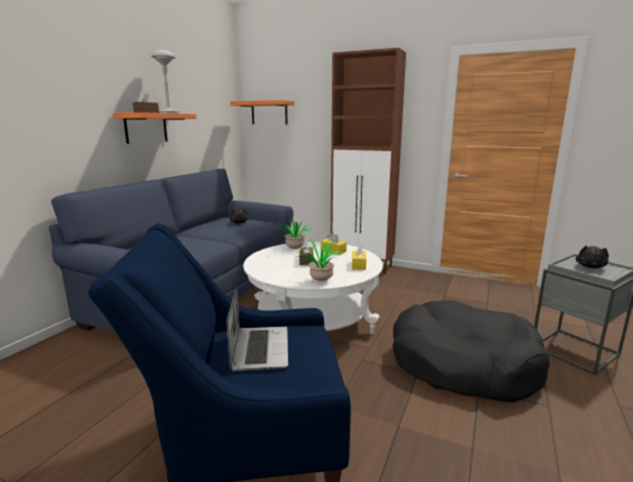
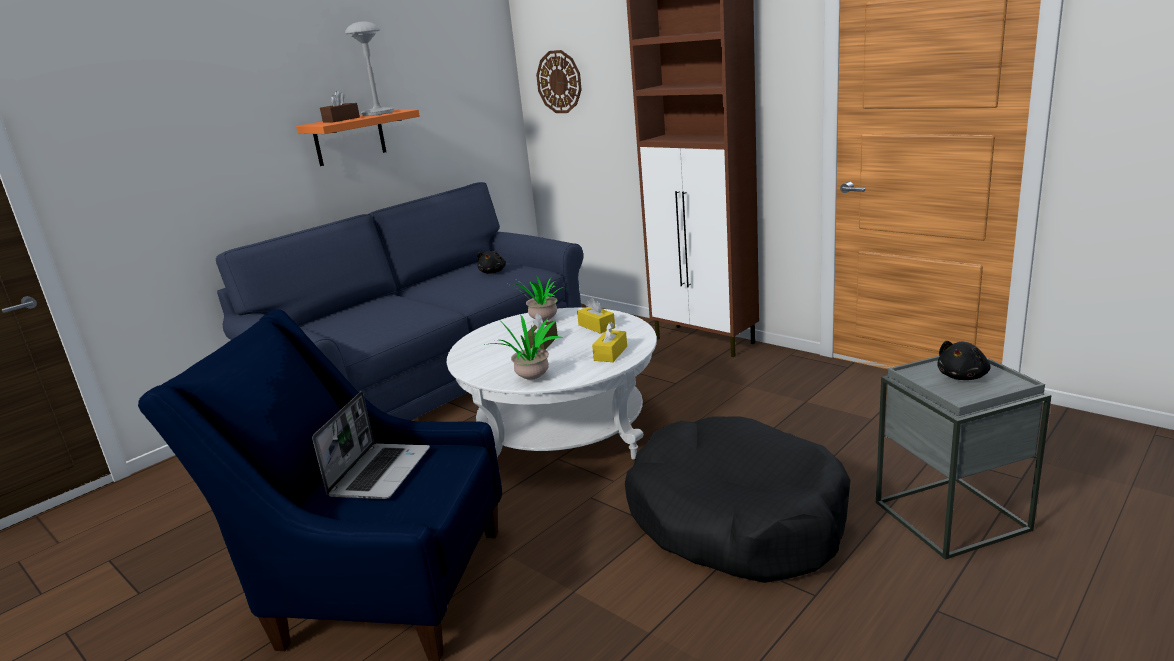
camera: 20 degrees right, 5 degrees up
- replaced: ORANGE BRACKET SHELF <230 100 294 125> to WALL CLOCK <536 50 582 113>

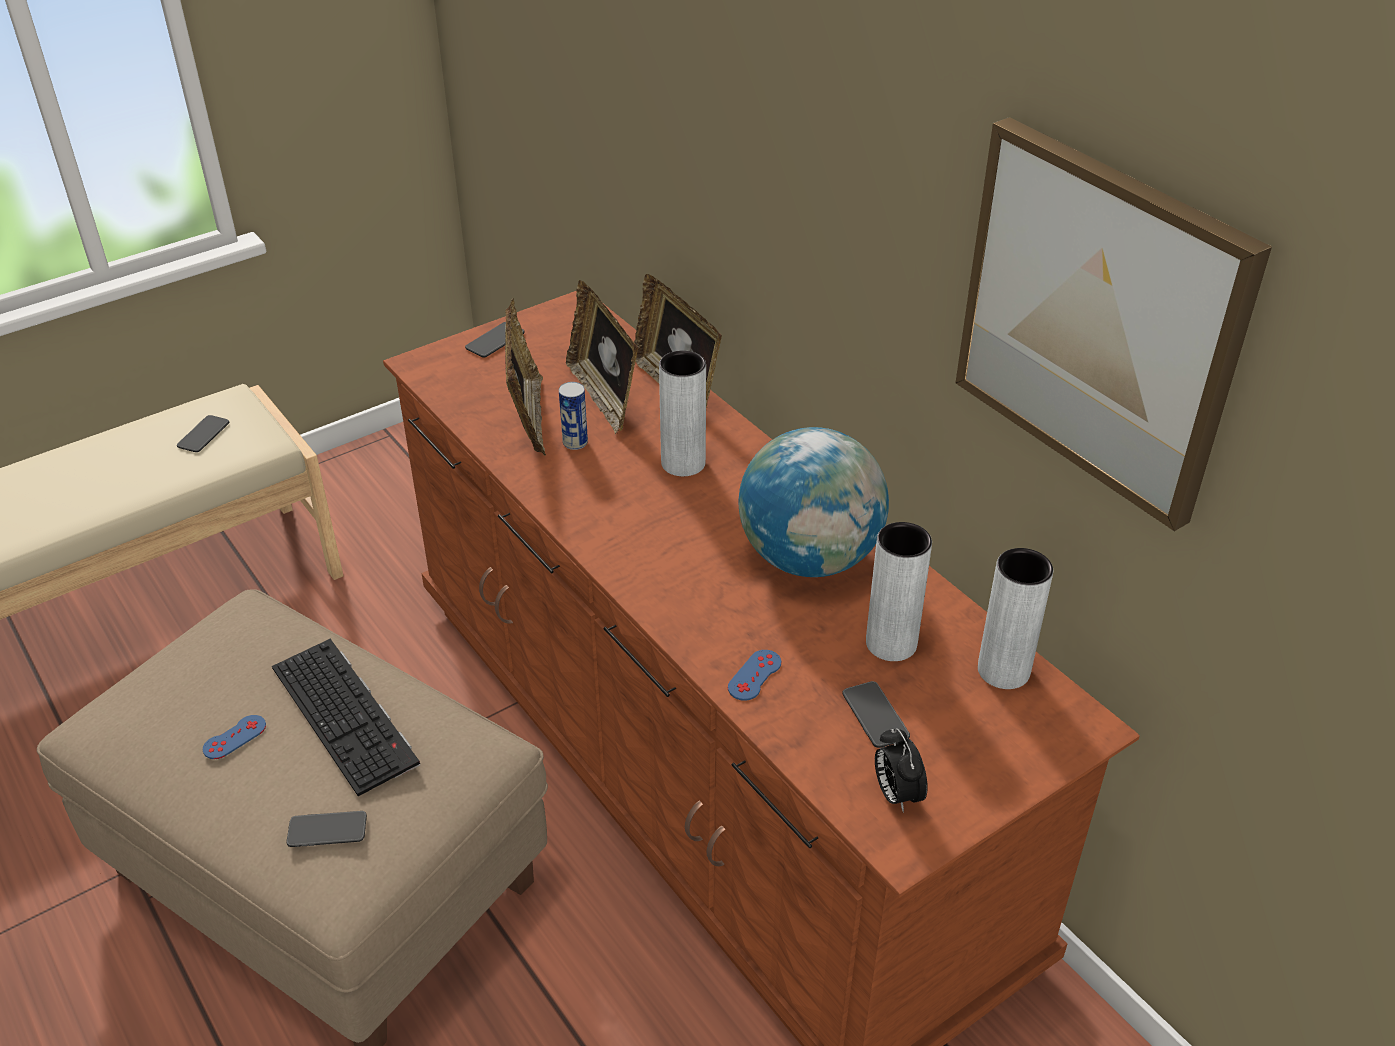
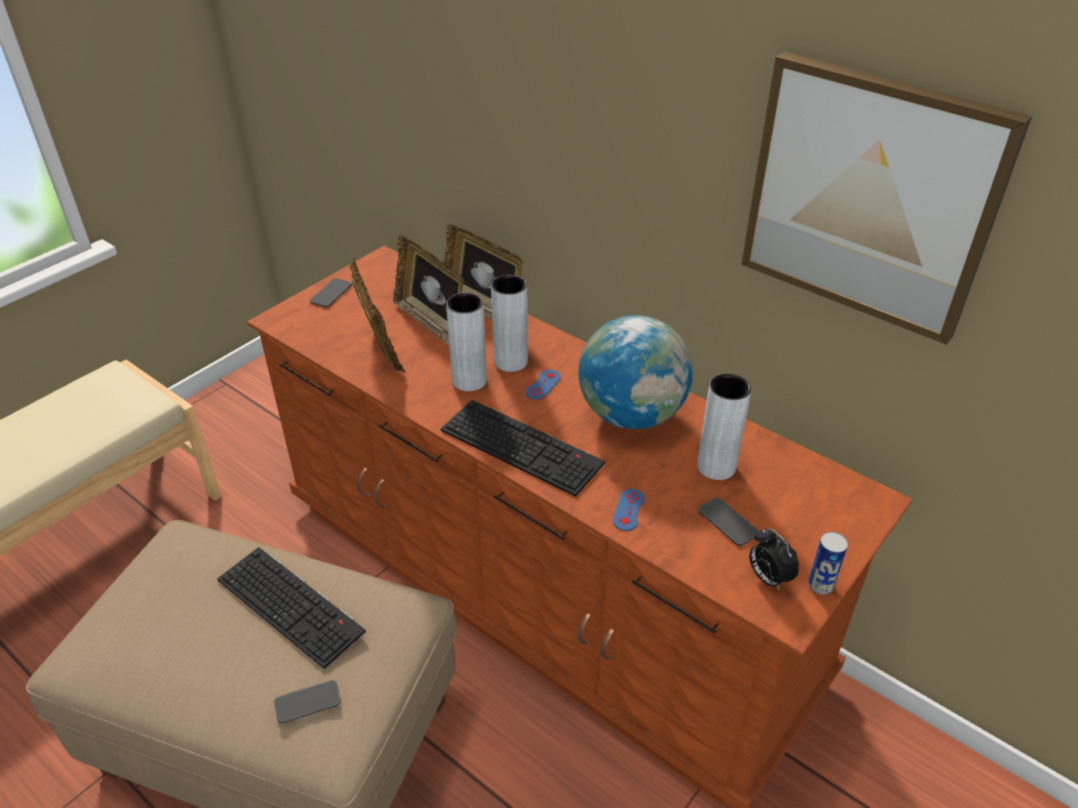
camera: 15 degrees left, 0 degrees up
- moved: METAL CAN <559 382 588 450> to <808 532 848 595>
- removed: HANDSET <177 415 229 452>
- moved: GREYISH VASE <978 548 1053 689> to <446 293 487 391>
- moved: BLUISH JOYPAD <203 715 266 759> to <526 369 561 400>
- added: KEYBOARD <441 400 605 497>

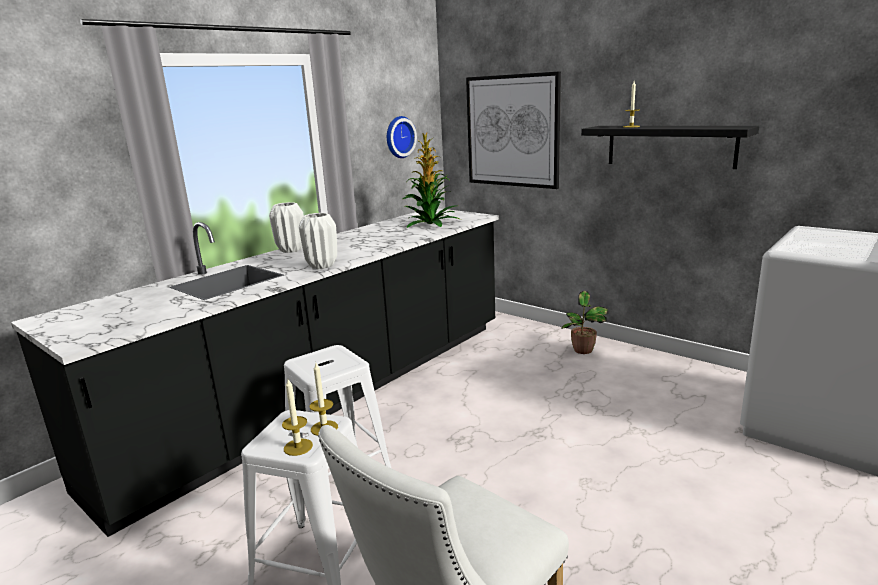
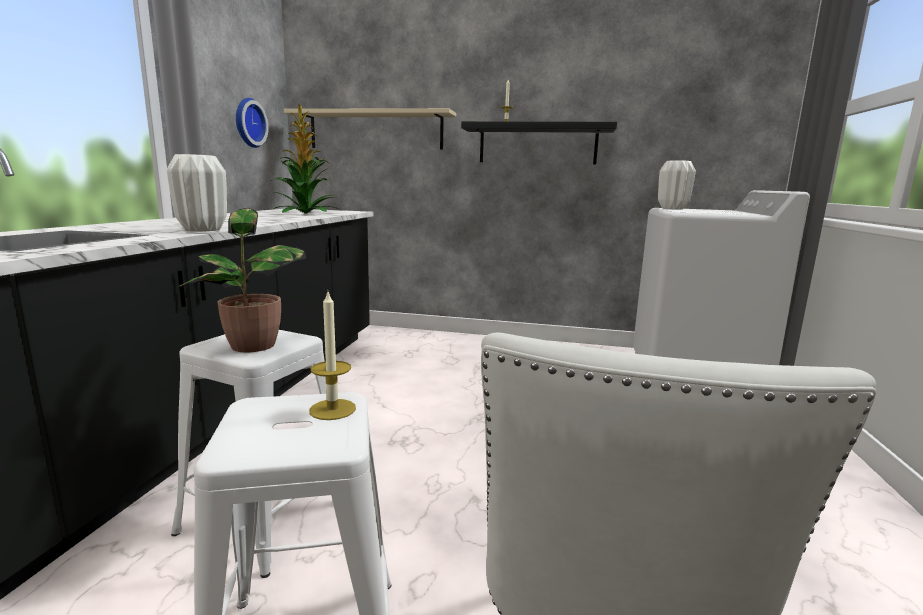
camera: 30 degrees left, 5 degrees down
- replaced: PICTURE <466 71 561 189> to BEIGE-COLOURED BRACKET SHELF <284 108 456 150>
- moved: WHITE VASE <269 202 304 253> to <658 160 696 210>
- moved: HOUSEPLANT <561 291 609 354> to <178 208 306 353>
- removed: WAX LIGHT <282 379 313 456>

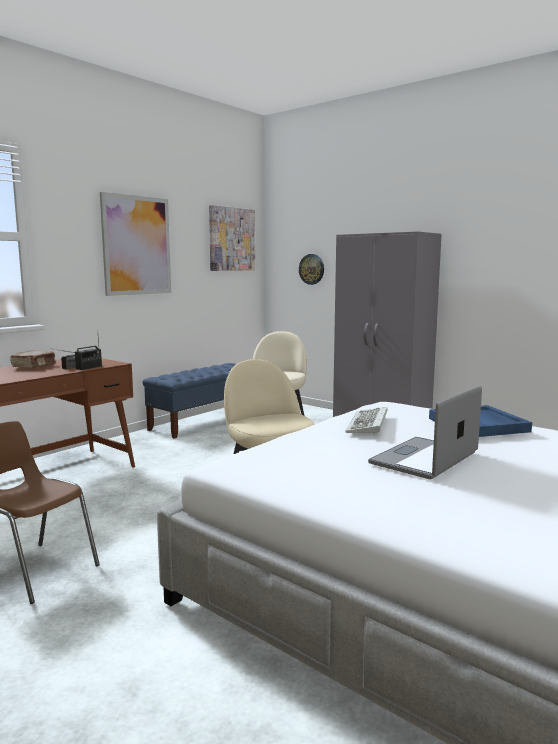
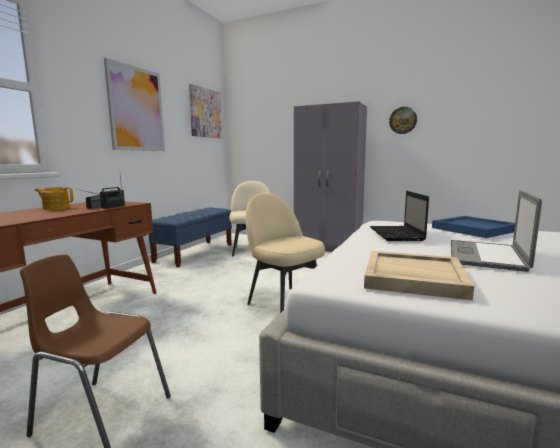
camera: 15 degrees left, 0 degrees up
- moved: WALL CLOCK <299 254 324 285> to <389 107 417 134>
- replaced: BROWNISH BOUND BOOK <10 350 56 369> to TEA POT <35 187 73 210>
- replaced: KEYBOARD <345 407 388 435> to NOTEBOOK COMPUTER <370 191 429 241>
- added: BEIGE-COLOURED CARRYING TRAY <364 251 474 300>

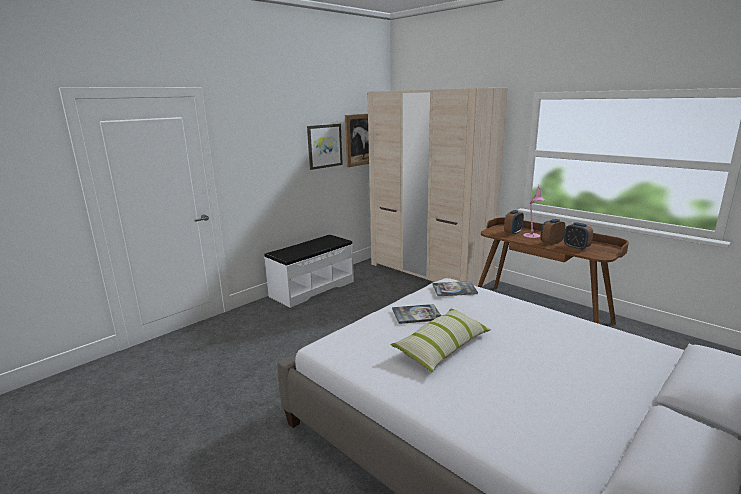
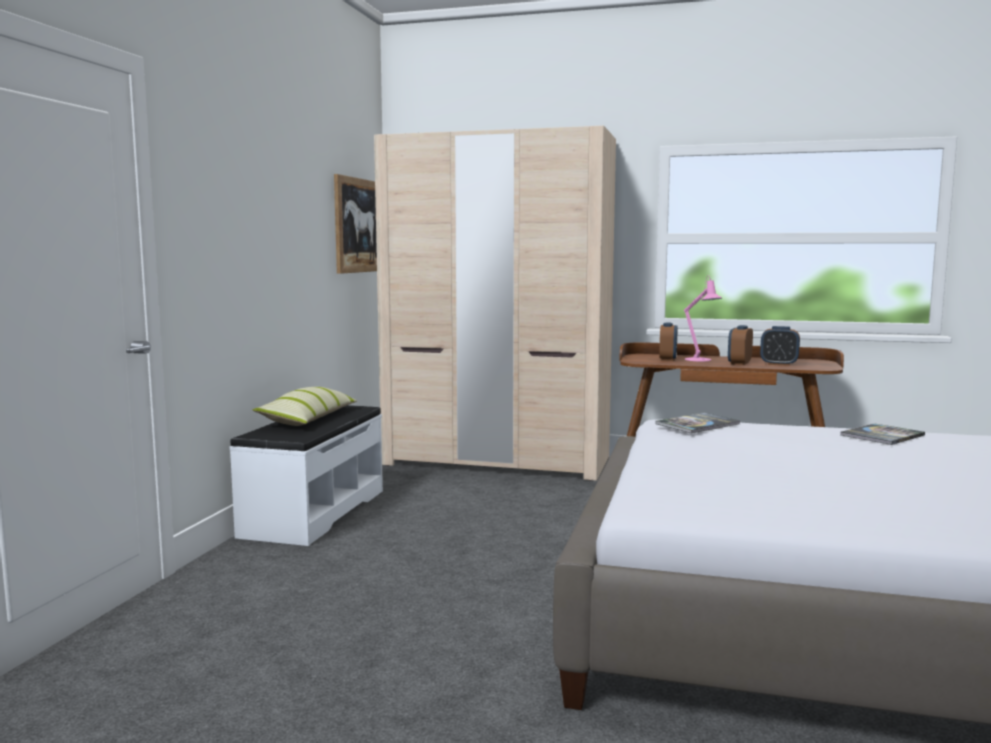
camera: 30 degrees left, 10 degrees down
- removed: PICTURE <307 124 343 170>
- moved: BOUND BOOK <392 304 441 324> to <841 423 925 445>
- moved: CUSHION <391 308 491 372> to <253 387 357 426>

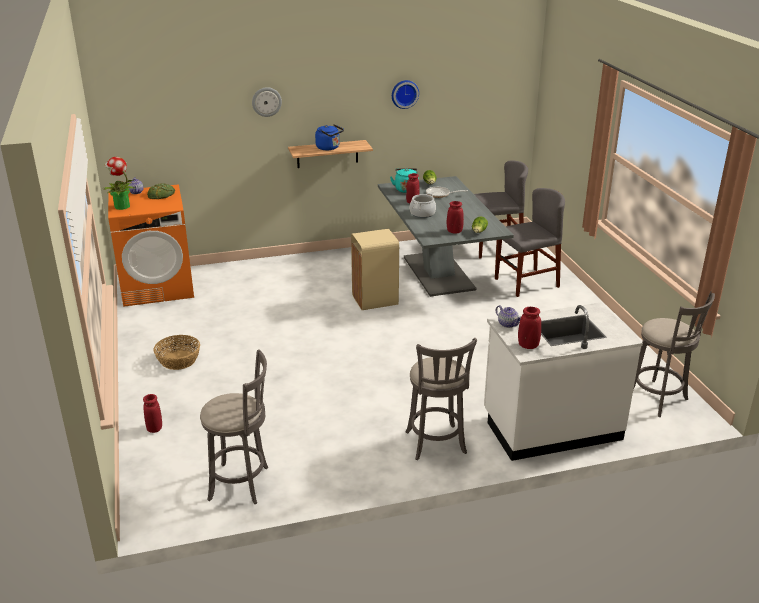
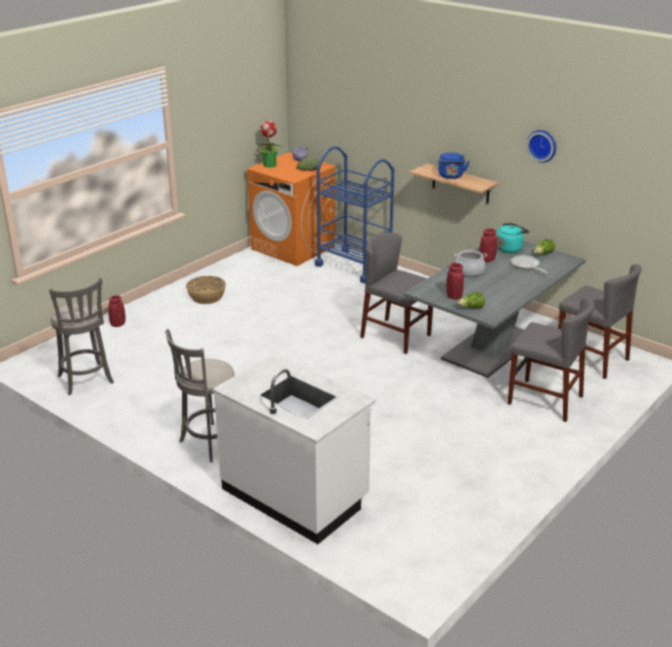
camera: 55 degrees right, 0 degrees up
- removed: WALL CLOCK <252 87 282 117>
- replaced: BEIGE-COLOURED RUBBISH BIN <351 229 399 310> to GREYISH UPRIGHT CHAIR <360 232 433 354>
- removed: GREYISH SITTING STOOL <633 290 715 417>
- removed: TEA POT <496 305 521 328>
- removed: REDDISH VASE <518 307 541 349>
- added: BLUISH WHEELED CART <315 146 394 283>

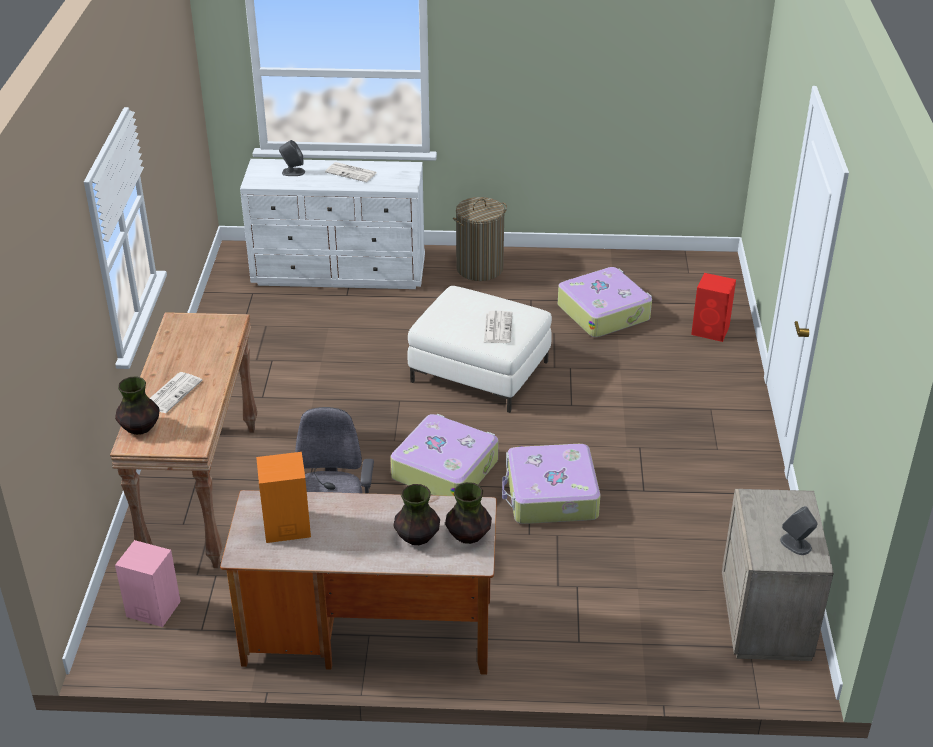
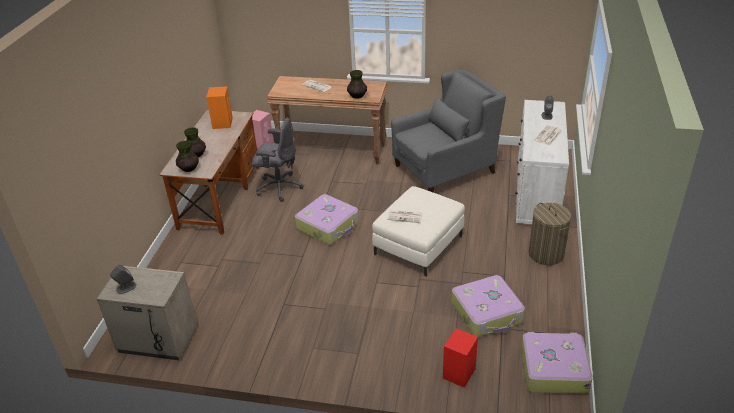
camera: 100 degrees right, 0 degrees up
- moved: VASE <115 376 160 435> to <347 70 367 99>
- moved: SUITCASE <502 444 601 524> to <521 332 593 394>
- added: GREYISH LOUNGE CHAIR <391 69 506 193>

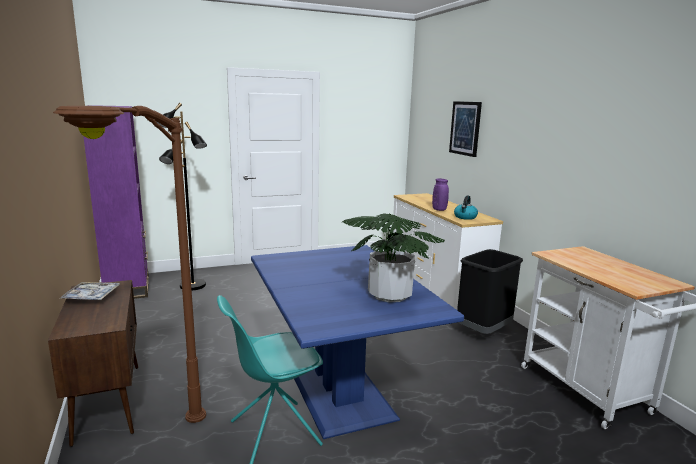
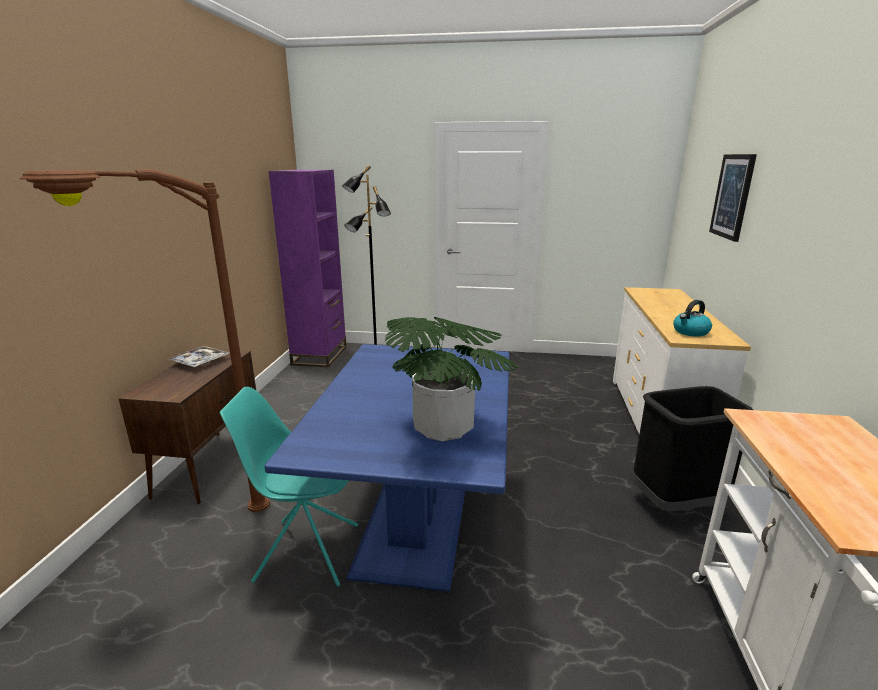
camera: 30 degrees right, 5 degrees up
- removed: PURPLE VASE <432 178 449 211>

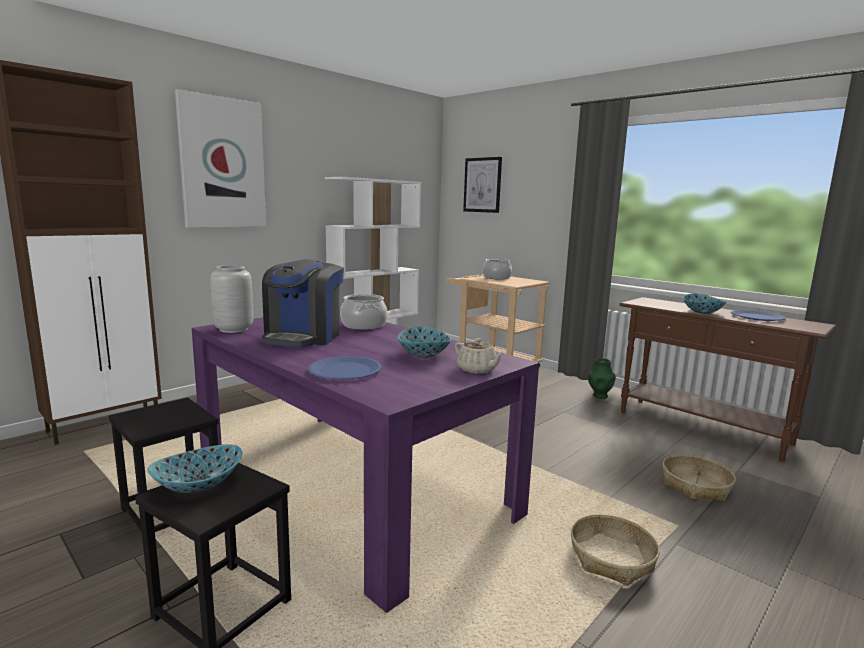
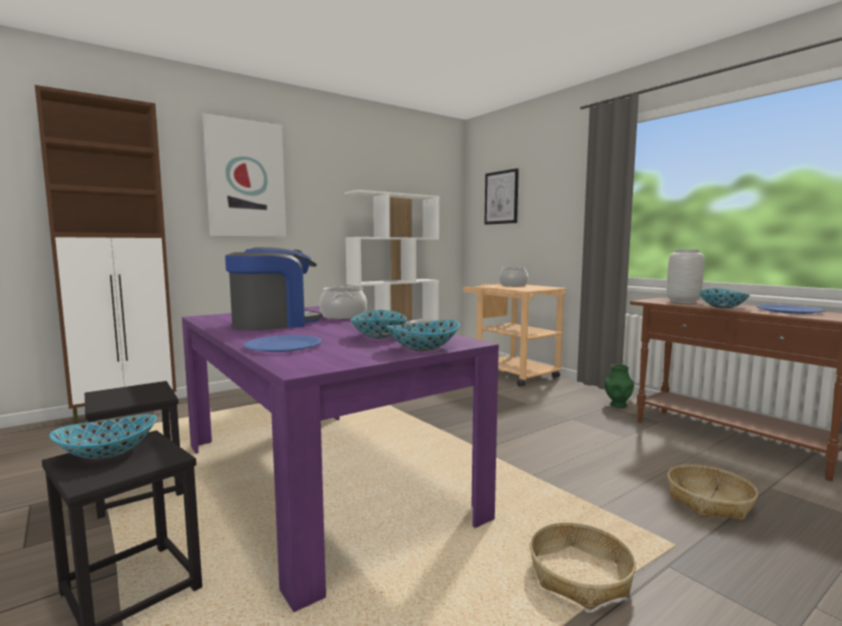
camera: 10 degrees right, 5 degrees down
- turned: COFFEE MACHINE <262 259 344 348> = <225 247 323 330> 150 degrees counterclockwise
- moved: GREYISH VASE <210 265 253 333> to <666 249 704 303>
- replaced: BEIGE-COLOURED TEA POT <455 338 505 374> to SERVING BOWL <386 320 460 351>

